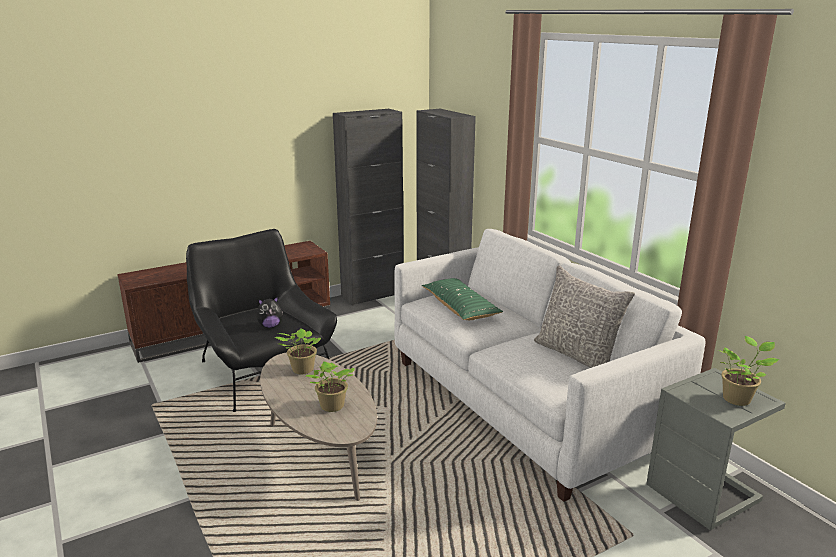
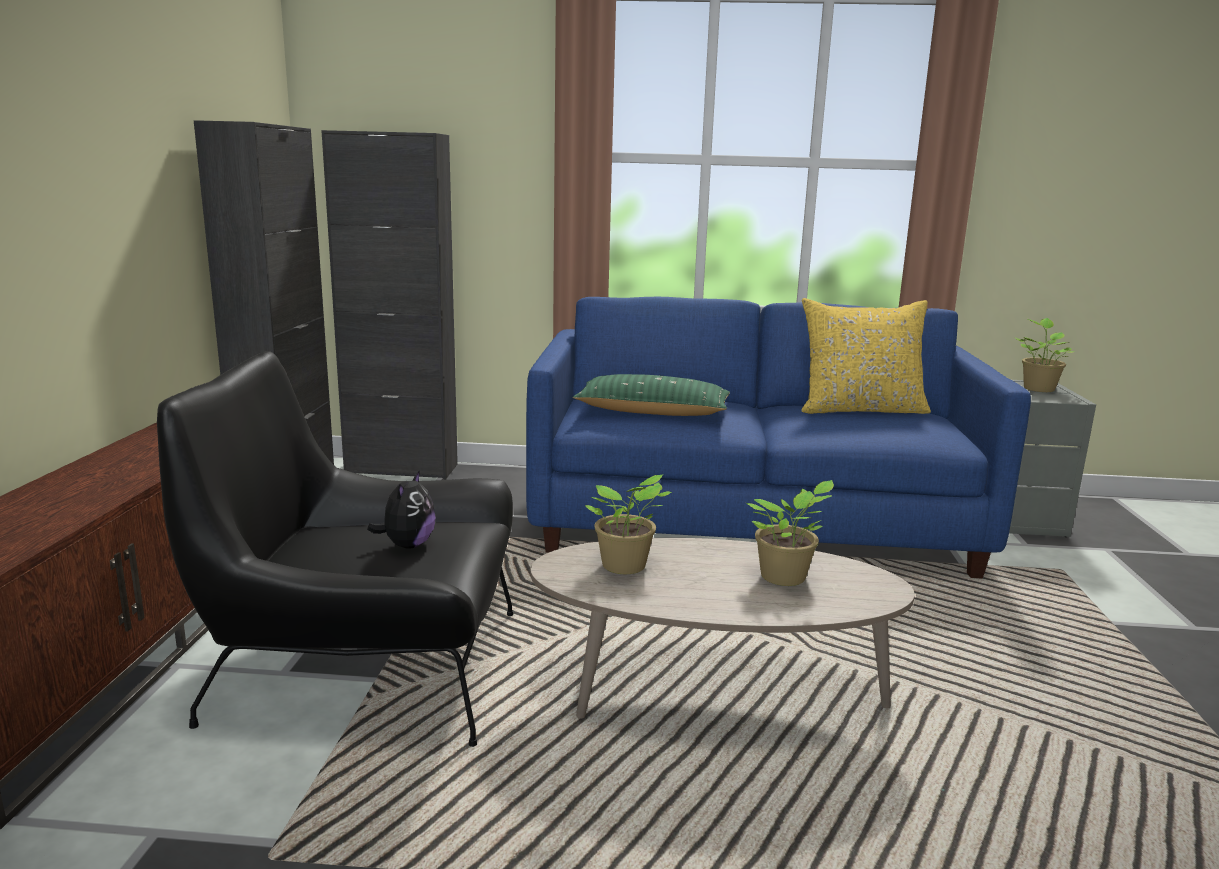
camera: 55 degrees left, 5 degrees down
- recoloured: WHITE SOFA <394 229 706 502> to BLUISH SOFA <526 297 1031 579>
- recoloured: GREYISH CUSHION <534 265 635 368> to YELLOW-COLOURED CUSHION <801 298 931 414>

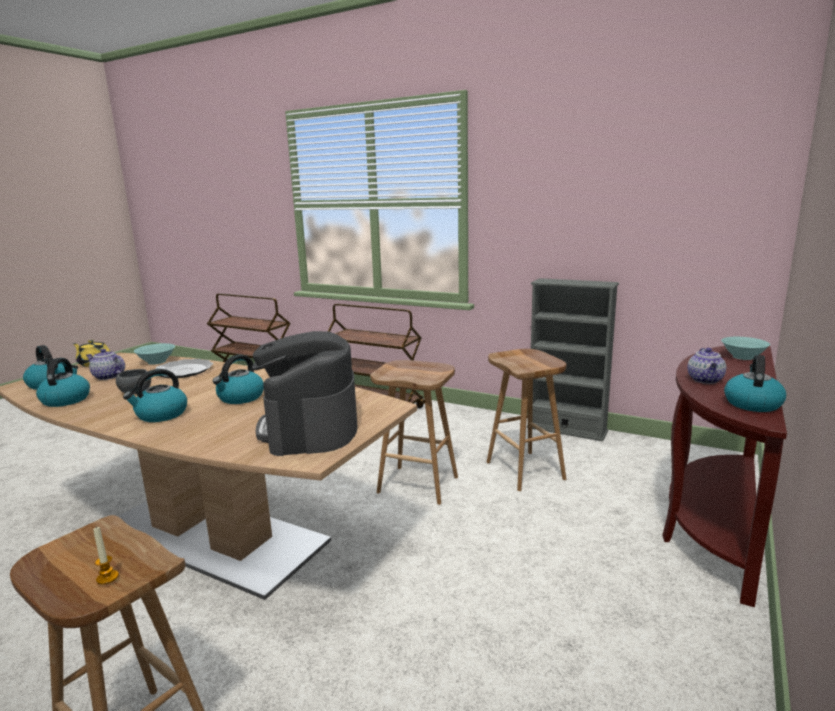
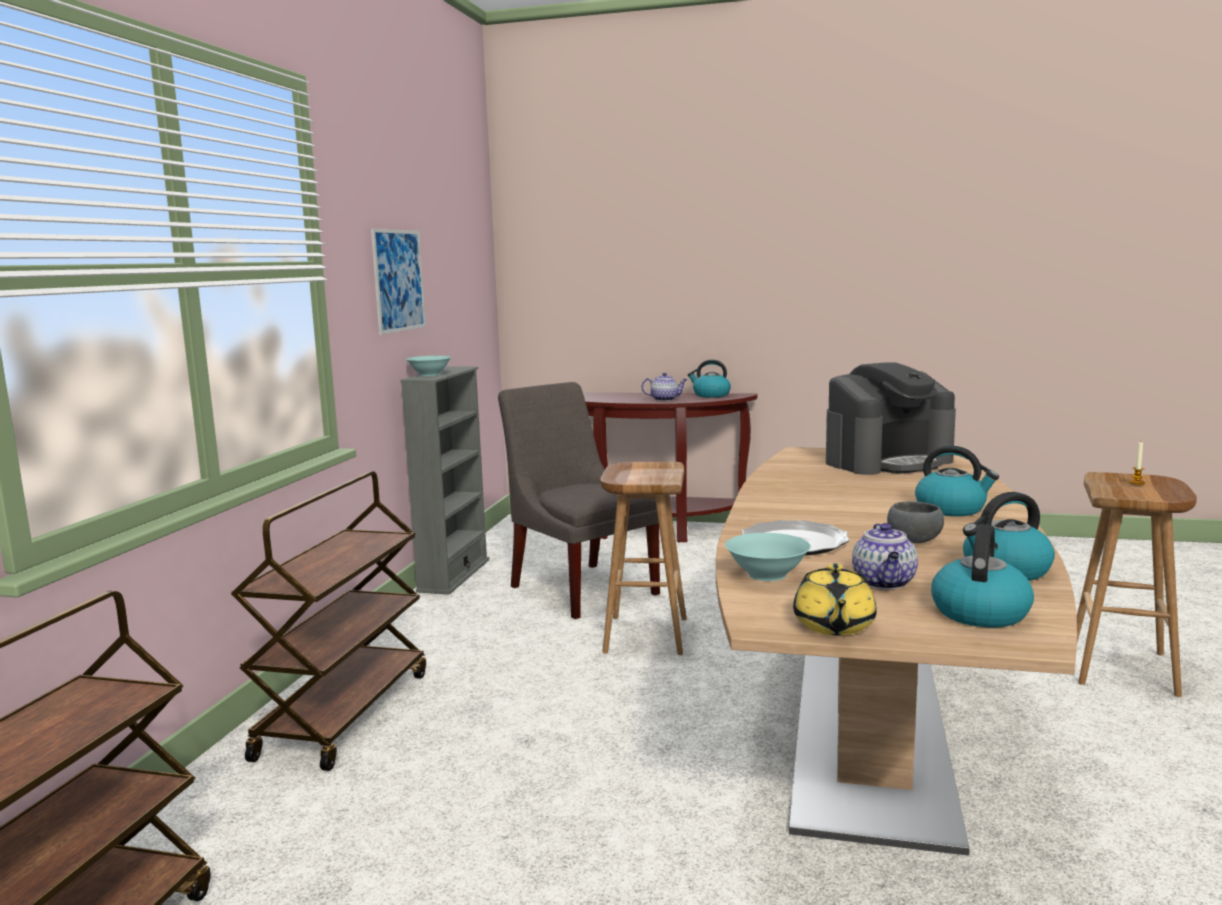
camera: 105 degrees left, 5 degrees down
- moved: BLUE-GREEN SERVING BOWL <721 337 770 360> to <406 356 451 376>
- replaced: BROWNISH SITTING STOOL <487 349 566 491> to GREYISH UPRIGHT CHAIR <498 382 660 619>
- removed: TEA KETTLE <213 354 264 404>
- added: PICTURE <371 228 426 335>

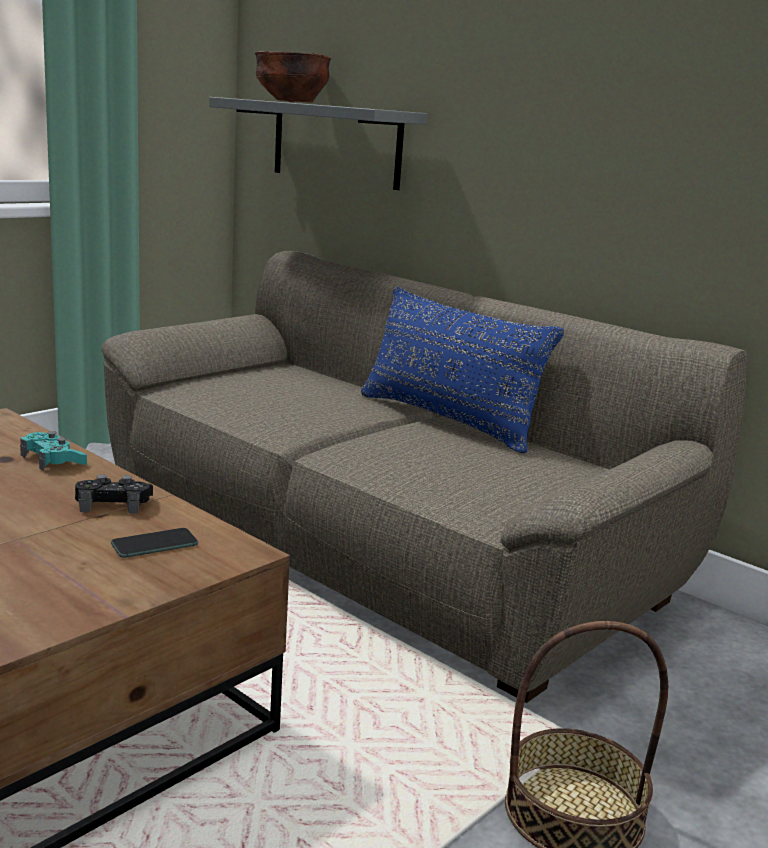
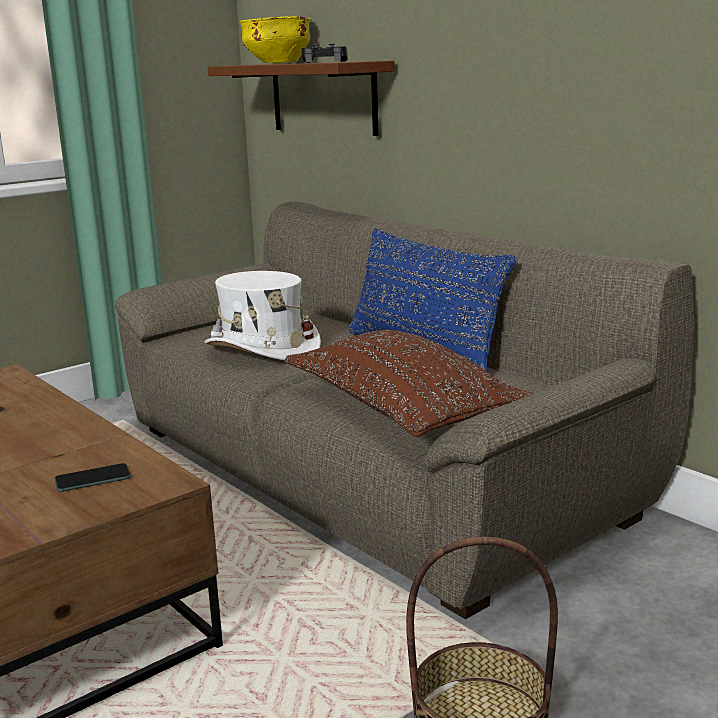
camera: 10 degrees right, 0 degrees up
- recoloured: BROWNISH SERVING BOWL <255 51 331 102> to YELLOW-COLOURED SERVING BOWL <240 16 311 64>
- recoloured: GREYISH BRACKET SHELF <209 97 427 190> to BROWNISH BRACKET SHELF <208 61 395 136>
- removed: BLUE-GREEN JOYPAD <20 431 87 471>
- moved: BLACK JOYPAD <75 474 153 514> to <302 43 348 63>
- added: WHITE HAT <204 271 321 360>
- added: BROWNISH CUSHION <285 330 534 437>

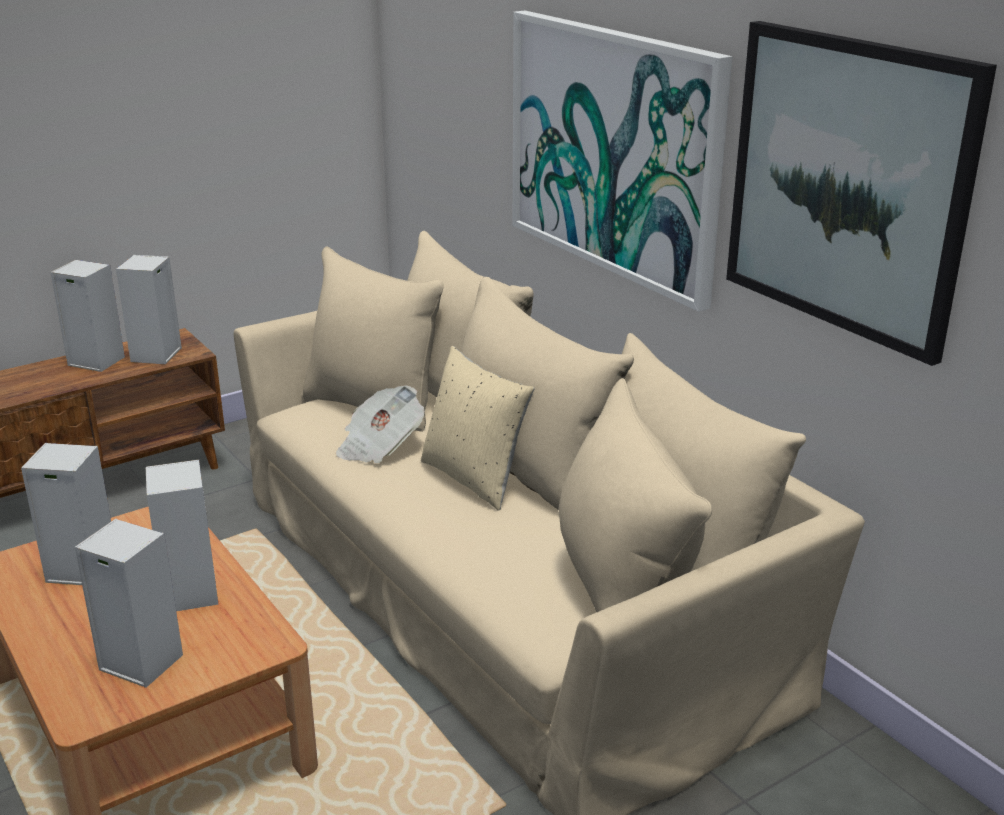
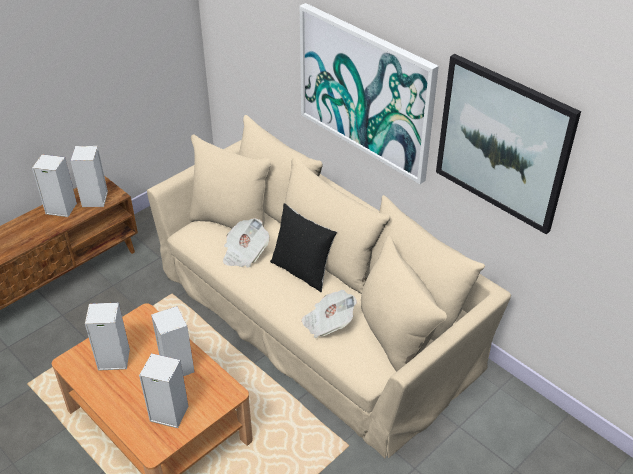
camera: 10 degrees left, 15 degrees up
- recoloured: BEIGE-COLOURED CUSHION <421 346 534 510> to BLACK CUSHION <270 203 337 292>
- added: NEWSPAPER <301 290 357 338>

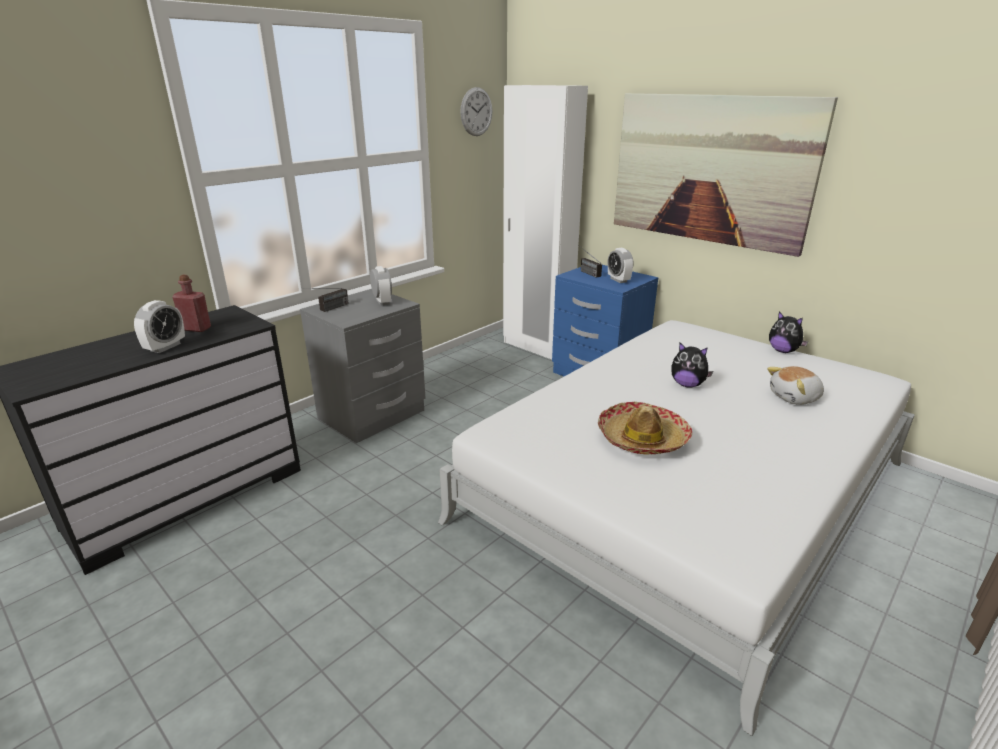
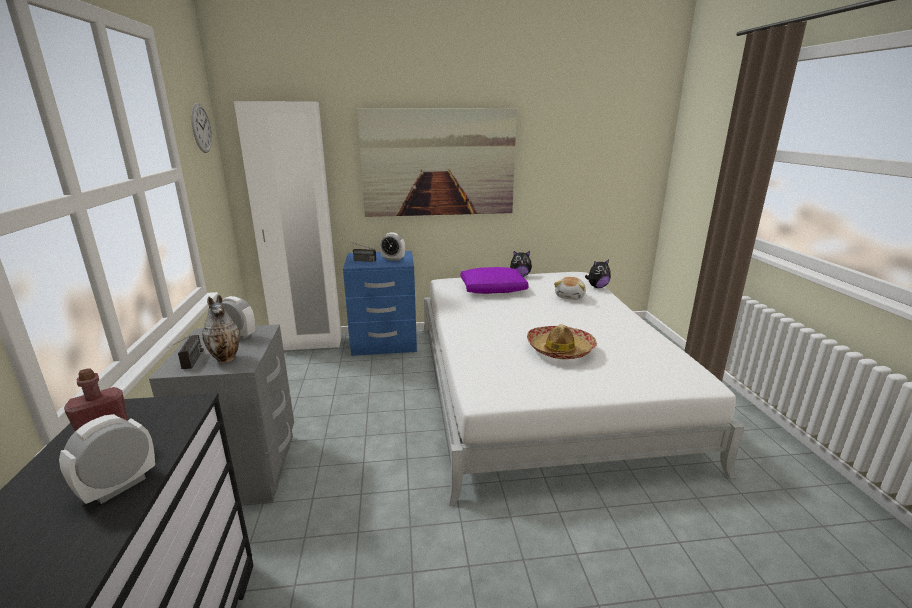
camera: 50 degrees left, 5 degrees down
- turned: TABLE CLOCK <134 300 185 353> = <59 414 155 504> 120 degrees counterclockwise
- moved: SOFT TOY <671 343 713 388> to <585 259 611 288>
- added: PURPLE CUSHION <461 267 529 294>
- added: VASE <202 295 240 363>

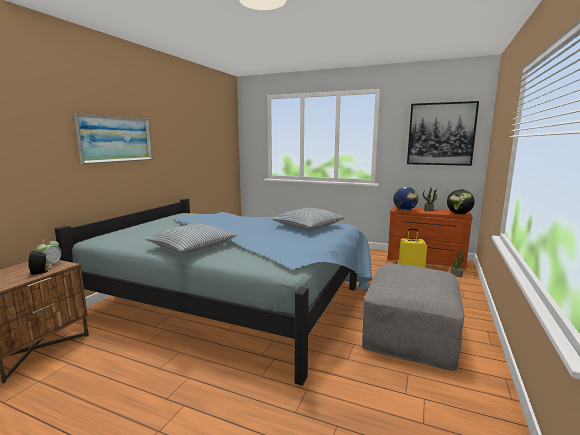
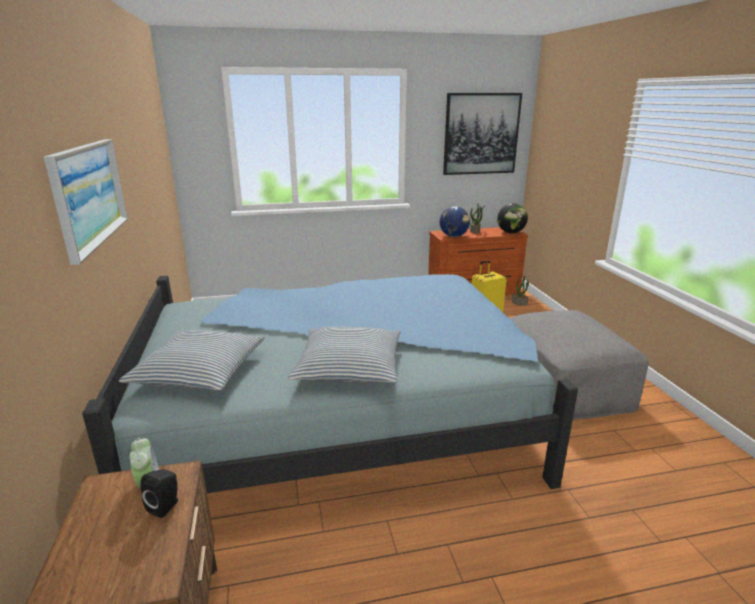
camera: 35 degrees left, 10 degrees up
- moved: CUSHION <272 208 346 230> to <119 330 265 391>

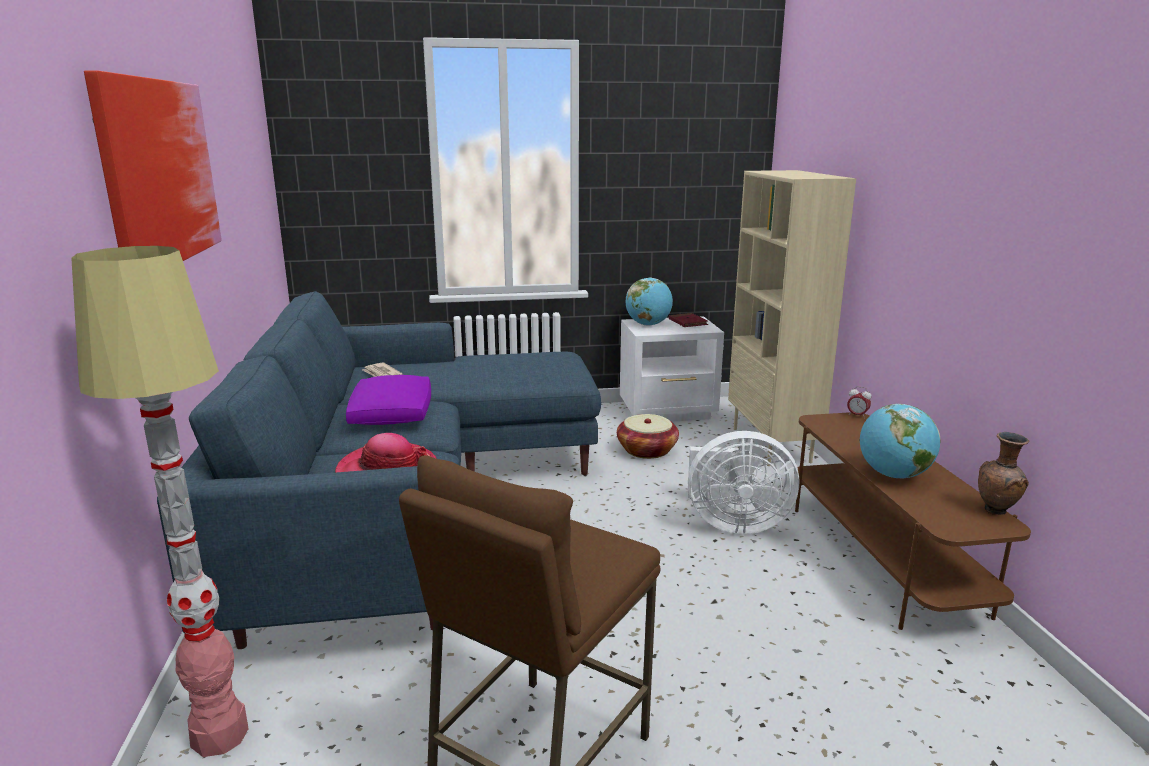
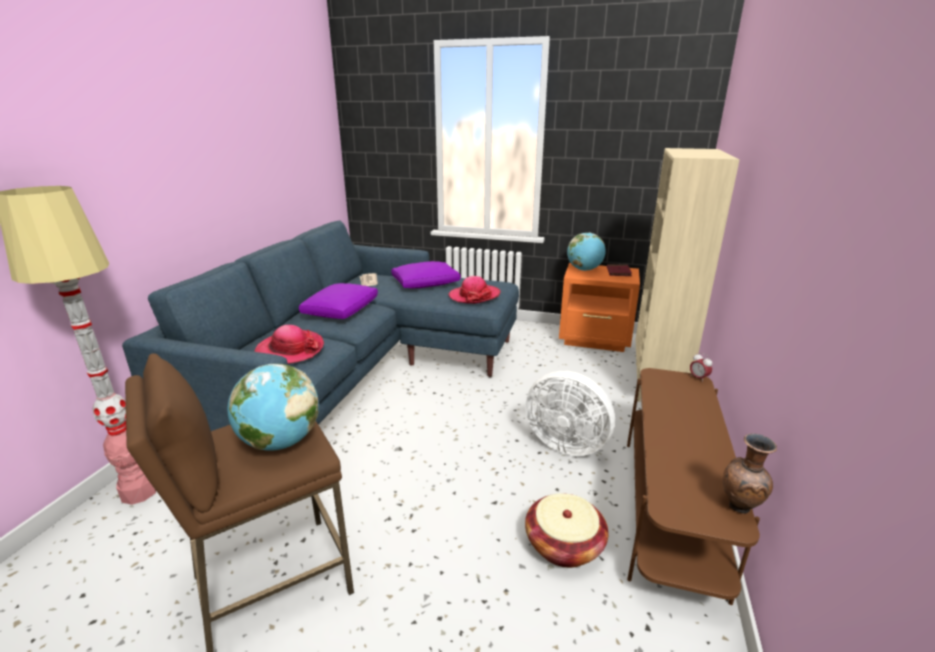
camera: 25 degrees right, 5 degrees up
- removed: PICTURE <84 70 222 261>
- recoloured: WHITE BEDSIDE TABLE <620 316 724 422> to ORANGE BEDSIDE TABLE <559 263 640 352>
- moved: GLOBE <860 404 941 479> to <227 364 319 451>
- moved: STORAGE BASKET <617 414 679 459> to <525 493 608 568>
- added: PURPLE CUSHION <391 261 461 288>
- added: HAT <448 276 501 304>

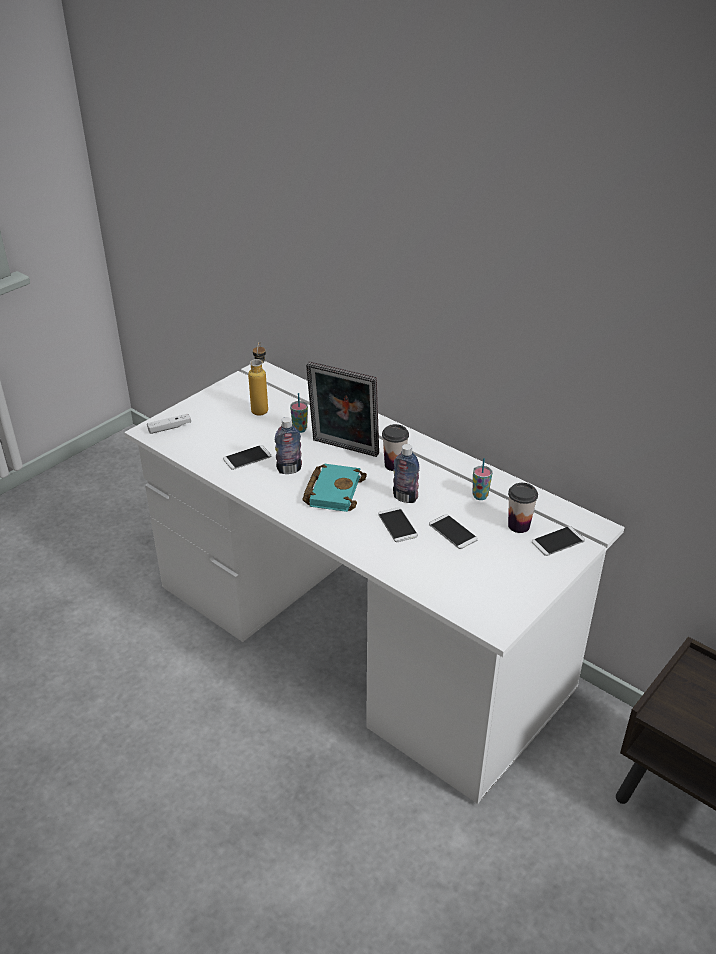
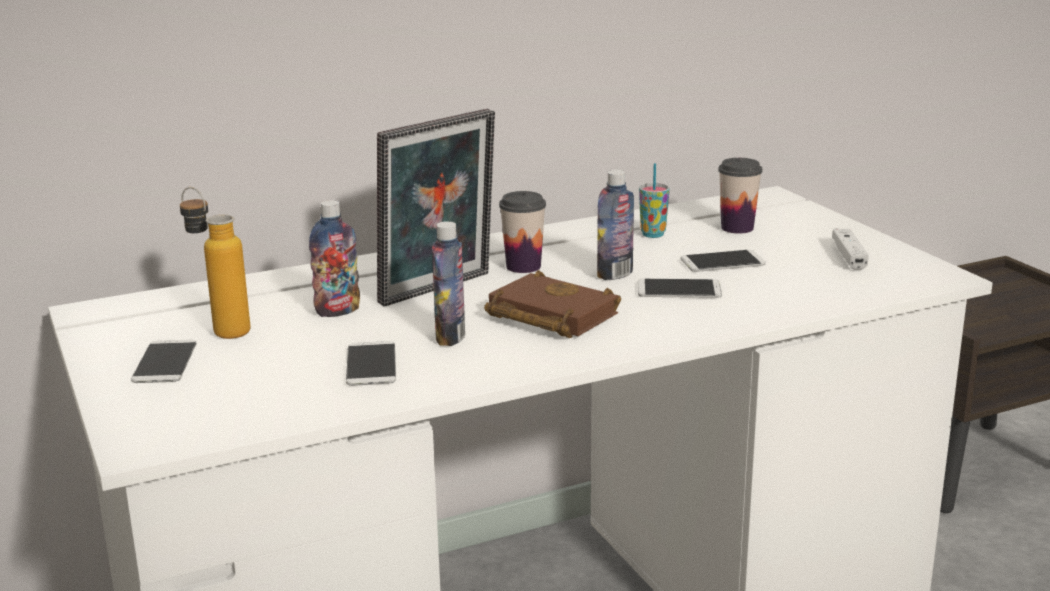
camera: 65 degrees left, 15 degrees down
- replaced: SMALL CUP <290 393 308 433> to DRINK BOTTLE <309 200 360 317>
- moved: WHITE JOYPAD <147 414 191 434> to <832 229 869 270>
- recoloured: BLUE-GREEN BOUND BOOK <302 464 367 512> to BROWNISH BOUND BOOK <484 270 621 338>
- moved: HANDSET <532 526 585 556> to <131 340 197 383>

